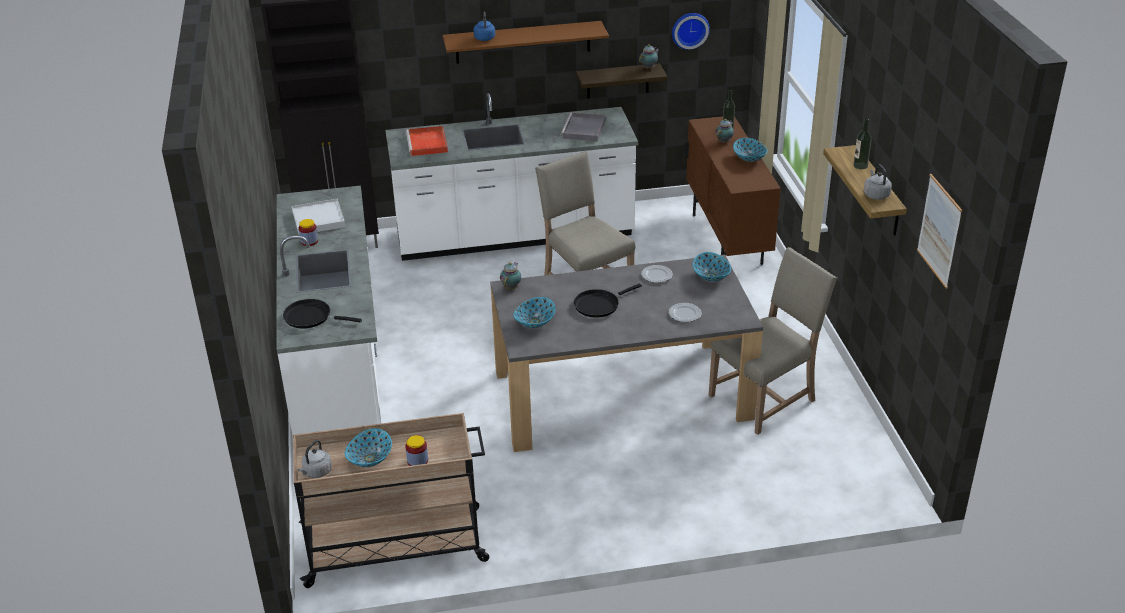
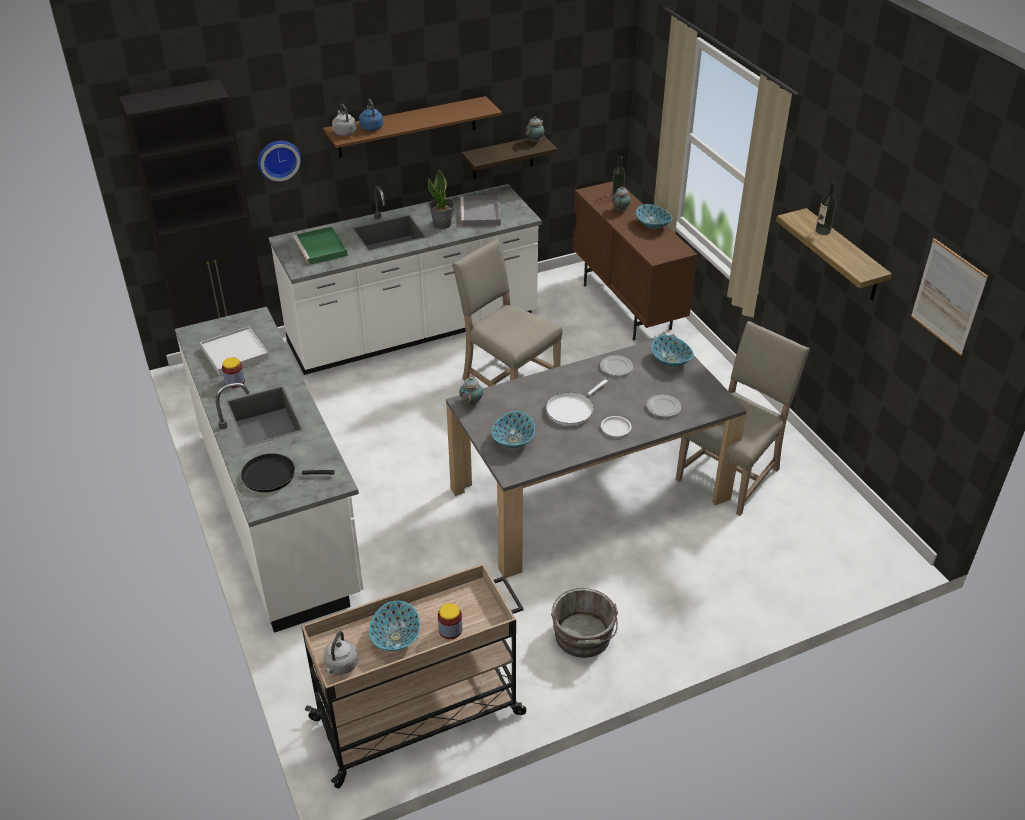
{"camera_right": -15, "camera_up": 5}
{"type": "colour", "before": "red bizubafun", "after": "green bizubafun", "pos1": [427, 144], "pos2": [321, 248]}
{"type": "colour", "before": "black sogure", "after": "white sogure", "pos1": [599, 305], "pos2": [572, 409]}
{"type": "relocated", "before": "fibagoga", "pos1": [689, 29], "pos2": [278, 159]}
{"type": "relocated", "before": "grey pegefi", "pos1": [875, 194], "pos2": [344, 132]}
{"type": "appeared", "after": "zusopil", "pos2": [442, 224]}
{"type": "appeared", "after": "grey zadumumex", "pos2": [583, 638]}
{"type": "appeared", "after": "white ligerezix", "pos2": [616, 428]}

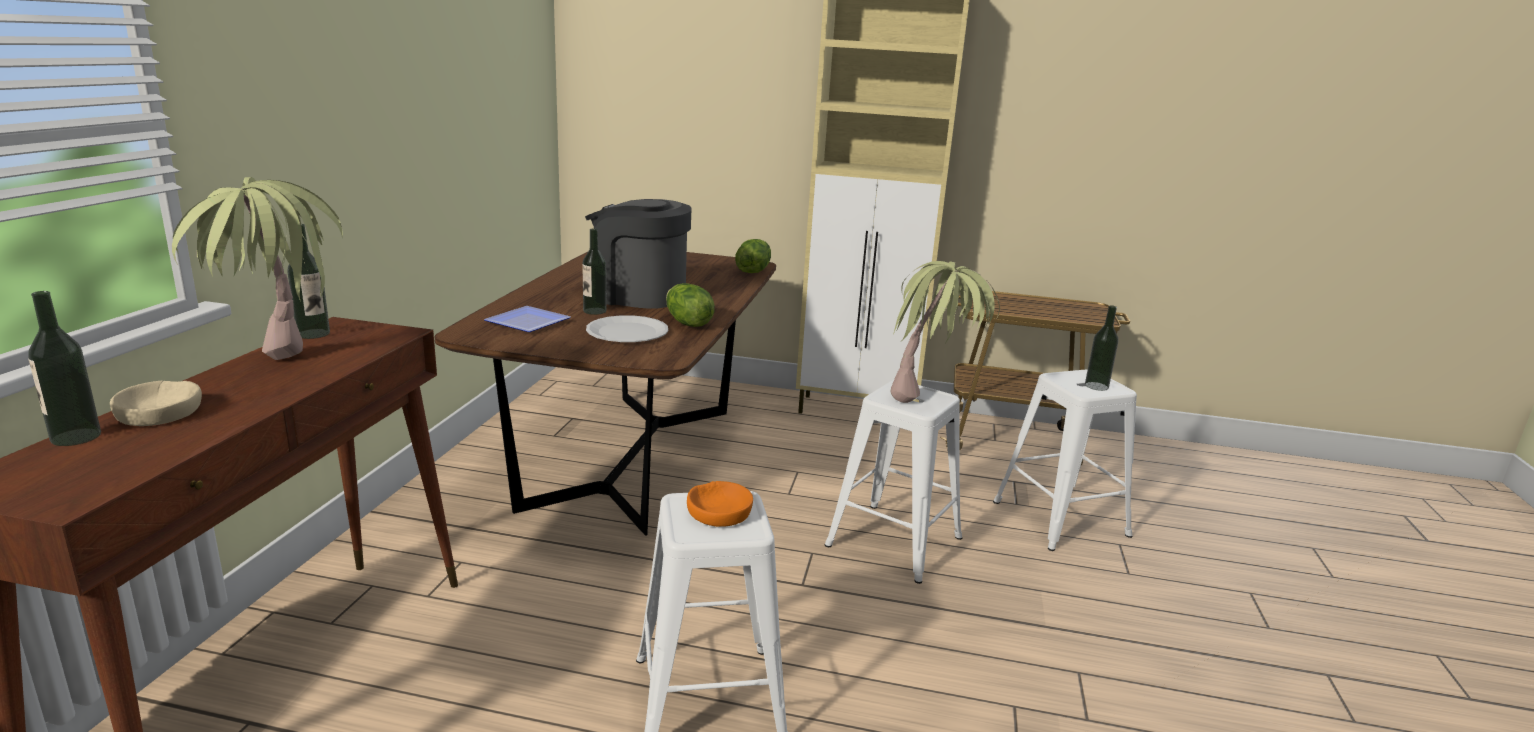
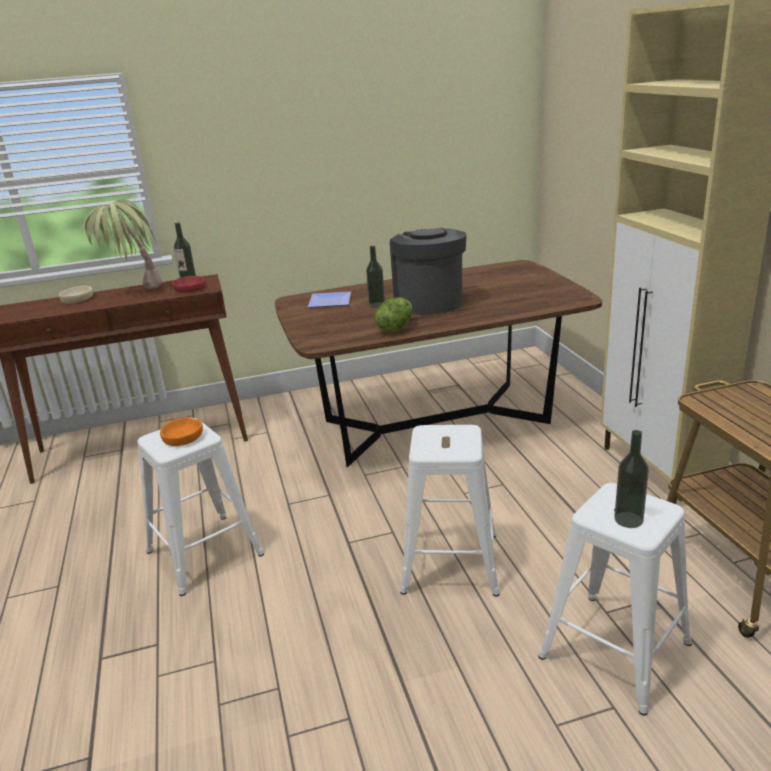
{"camera_right": 65, "camera_up": 5}
{"type": "missing", "before": "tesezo", "pos1": [76, 437]}
{"type": "missing", "before": "white ligerezix", "pos1": [627, 332]}
{"type": "missing", "before": "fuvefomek", "pos1": [753, 271]}
{"type": "missing", "before": "zusopil", "pos1": [932, 397]}
{"type": "appeared", "after": "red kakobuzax", "pos2": [189, 289]}

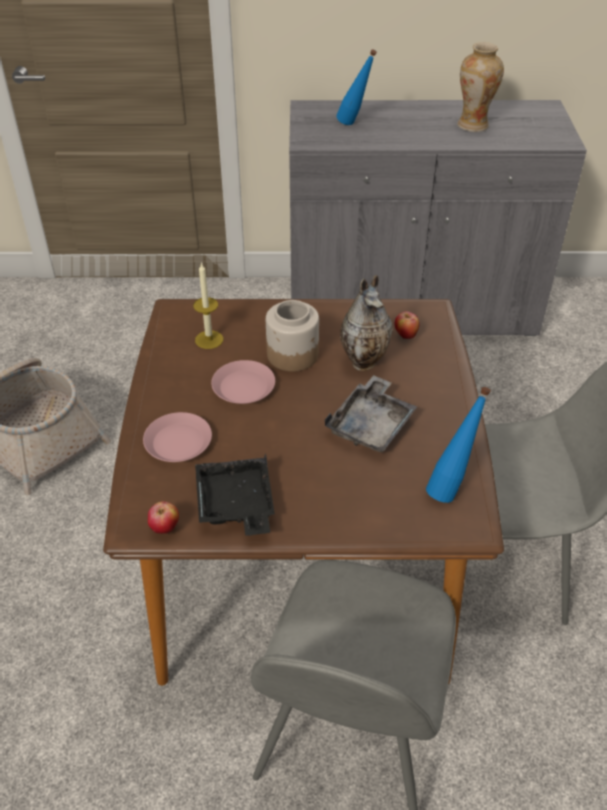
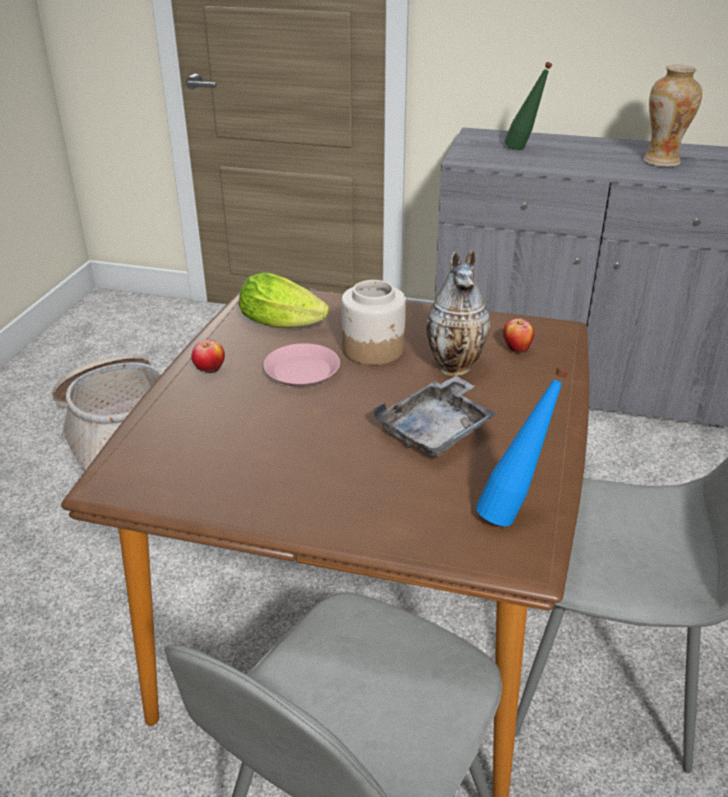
{"camera_right": 15, "camera_up": -10}
{"type": "missing", "before": "pink ligerezix", "pos1": [178, 442]}
{"type": "relocated", "before": "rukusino", "pos1": [165, 529], "pos2": [210, 371]}
{"type": "exchanged", "before": "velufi", "after": "fuvefomek", "pos1": [209, 339], "pos2": [285, 323]}
{"type": "missing", "before": "black bizubafun", "pos1": [236, 504]}
{"type": "colour", "before": "blue tesezo", "after": "green tesezo", "pos1": [354, 124], "pos2": [523, 150]}

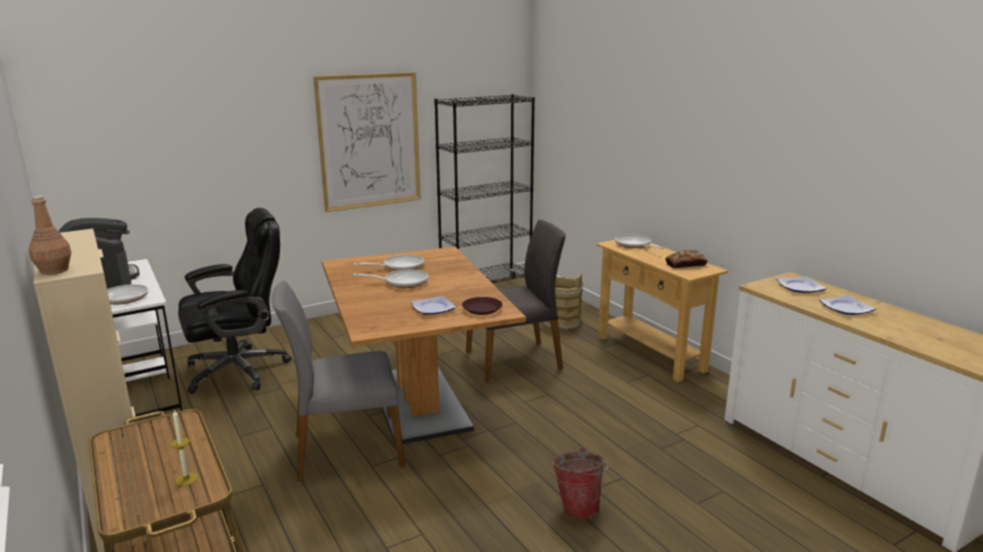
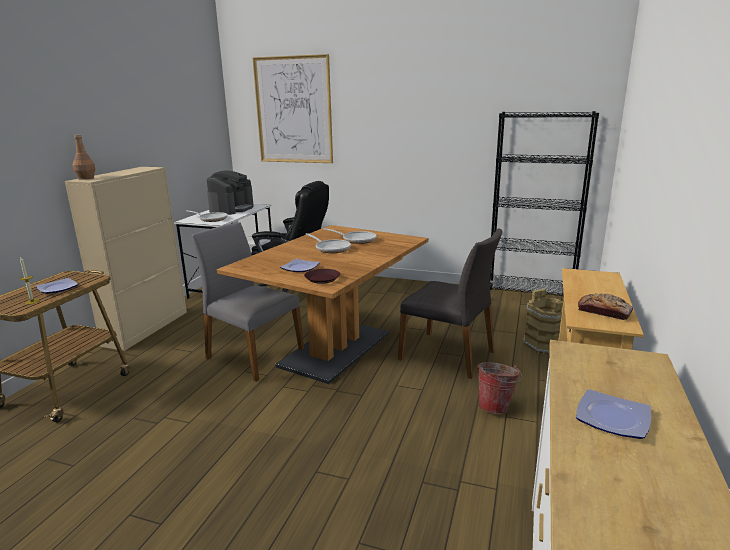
{"camera_right": 50, "camera_up": 0}
{"type": "relocated", "before": "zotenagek", "pos1": [369, 141], "pos2": [293, 110]}
{"type": "relocated", "before": "zadumumex", "pos1": [578, 507], "pos2": [496, 407]}
{"type": "missing", "before": "sogure", "pos1": [634, 245]}
{"type": "relocated", "before": "ligerezix", "pos1": [799, 288], "pos2": [57, 288]}

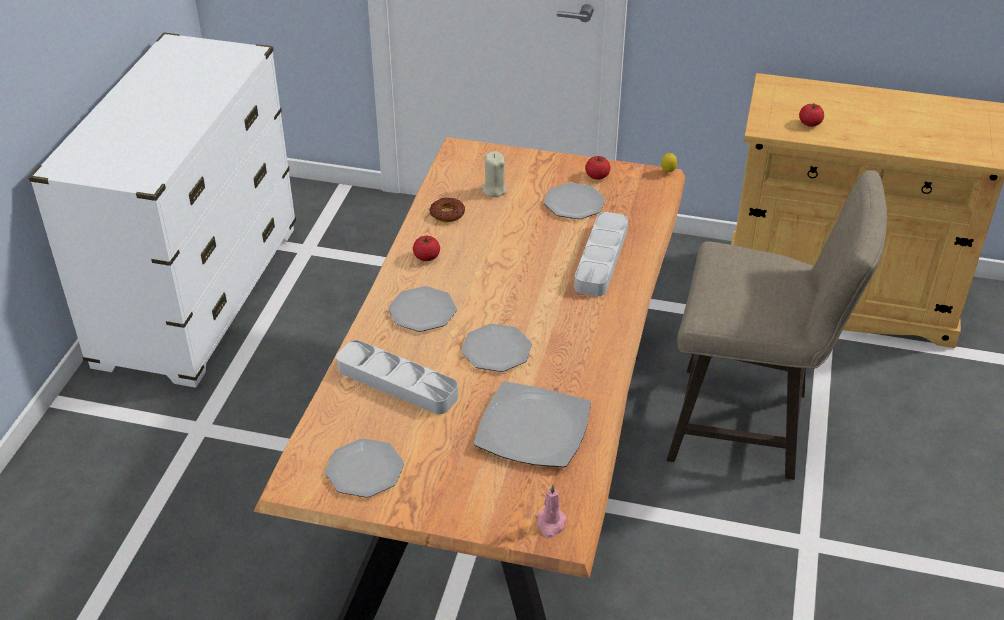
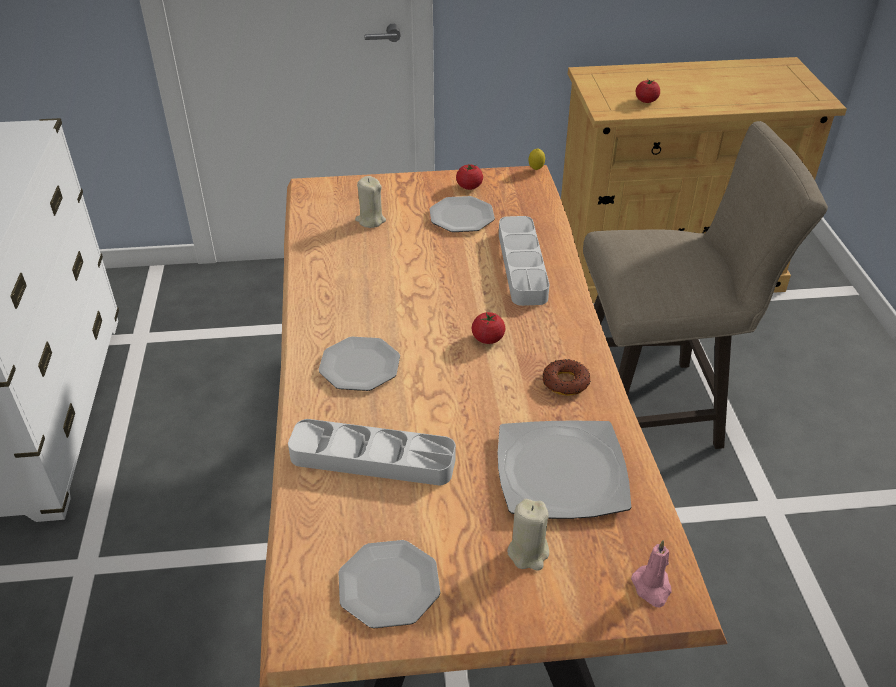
{"camera_right": -20, "camera_up": 0}
{"type": "relocated", "before": "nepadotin", "pos1": [426, 257], "pos2": [488, 338]}
{"type": "relocated", "before": "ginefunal", "pos1": [447, 214], "pos2": [565, 382]}
{"type": "missing", "before": "ligerezix", "pos1": [495, 350]}
{"type": "appeared", "after": "beige velufi", "pos2": [528, 552]}

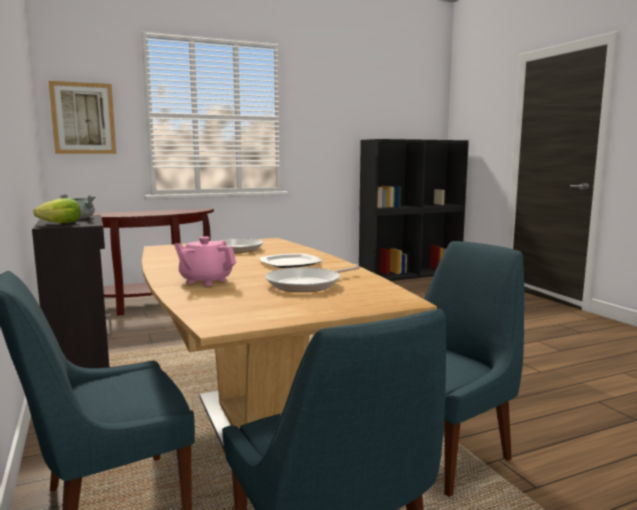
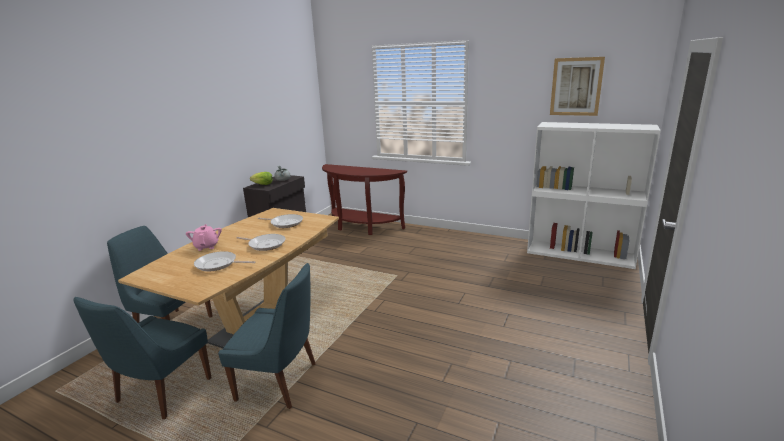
{"camera_right": 50, "camera_up": 10}
{"type": "relocated", "before": "zotenagek", "pos1": [83, 118], "pos2": [576, 86]}
{"type": "exchanged", "before": "ligerezix", "after": "sogure", "pos1": [289, 263], "pos2": [265, 244]}
{"type": "colour", "before": "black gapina", "after": "white gapina", "pos1": [410, 274], "pos2": [580, 254]}

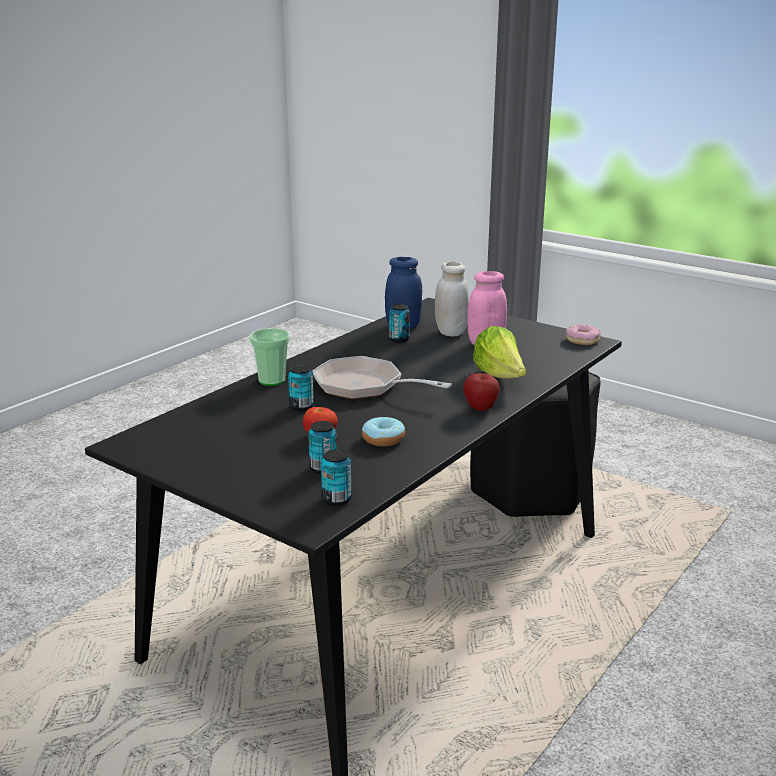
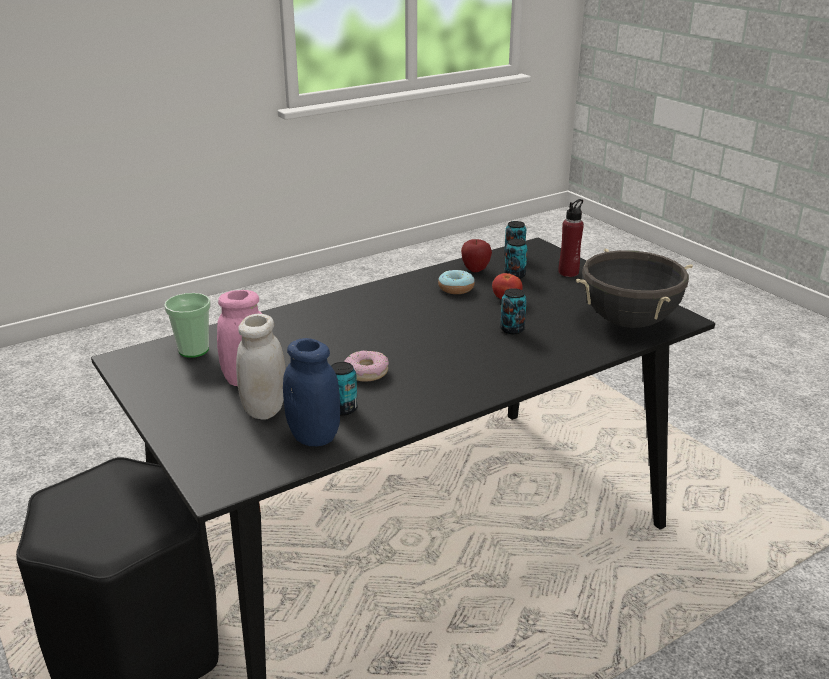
{"camera_right": -160, "camera_up": 5}
{"type": "relocated", "before": "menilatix", "pos1": [272, 380], "pos2": [193, 350]}
{"type": "missing", "before": "sogure", "pos1": [365, 386]}
{"type": "relocated", "before": "rukusino", "pos1": [480, 409], "pos2": [475, 270]}
{"type": "missing", "before": "fuvefomek", "pos1": [500, 377]}
{"type": "relocated", "before": "ginefunal", "pos1": [582, 340], "pos2": [366, 372]}
{"type": "appeared", "after": "red tesezo", "pos2": [568, 272]}
{"type": "appeared", "after": "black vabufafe", "pos2": [629, 322]}

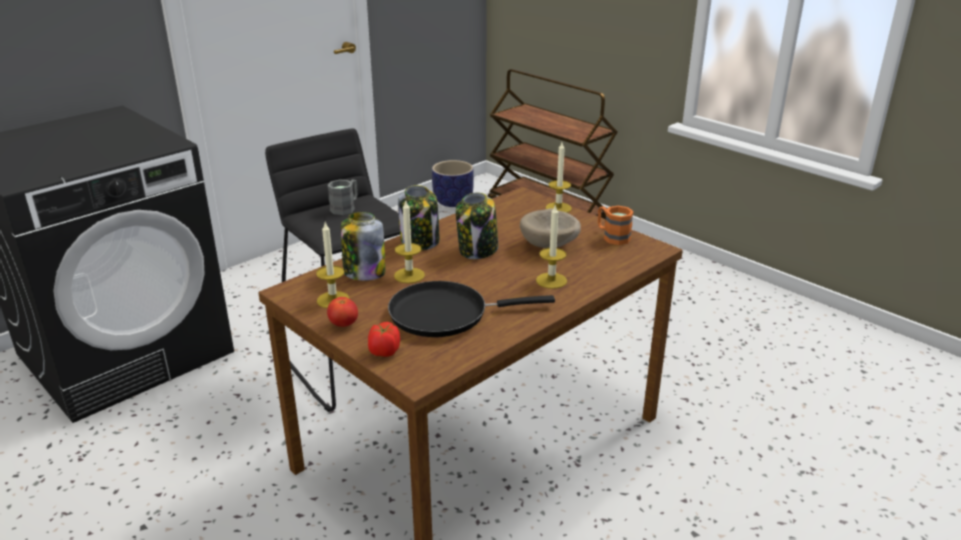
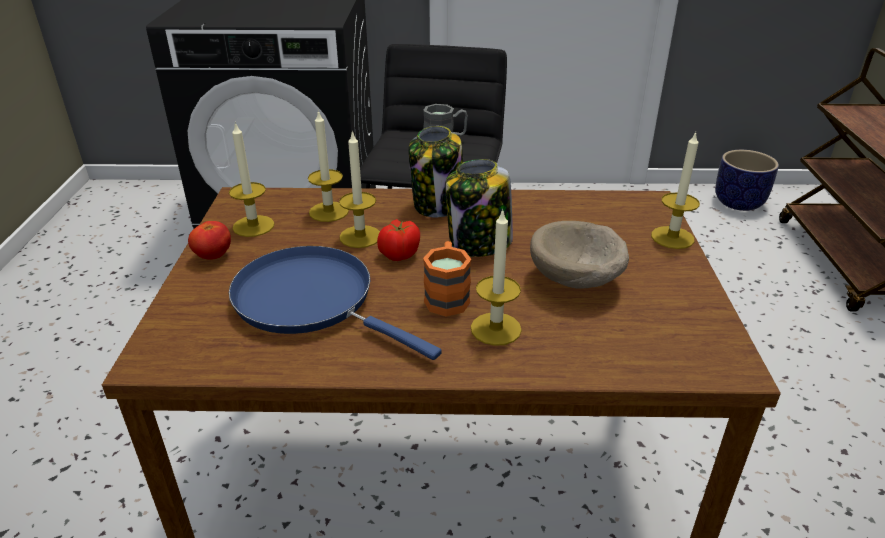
{"camera_right": 45, "camera_up": 5}
{"type": "exchanged", "before": "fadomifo", "after": "velufi", "pos1": [364, 272], "pos2": [329, 212]}
{"type": "relocated", "before": "nepadotin", "pos1": [384, 352], "pos2": [399, 255]}
{"type": "colour", "before": "black sogure", "after": "blue sogure", "pos1": [445, 314], "pos2": [311, 301]}
{"type": "relocated", "before": "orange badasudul", "pos1": [612, 236], "pos2": [447, 295]}

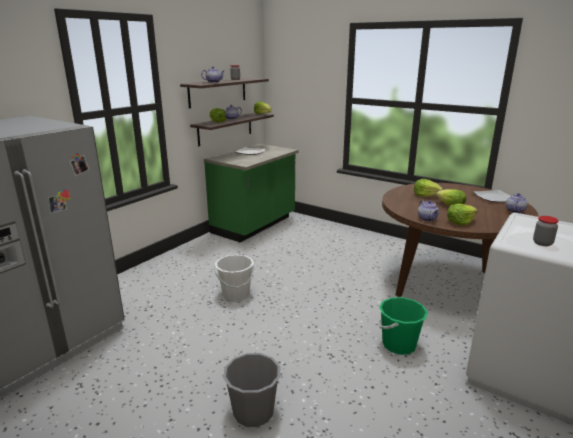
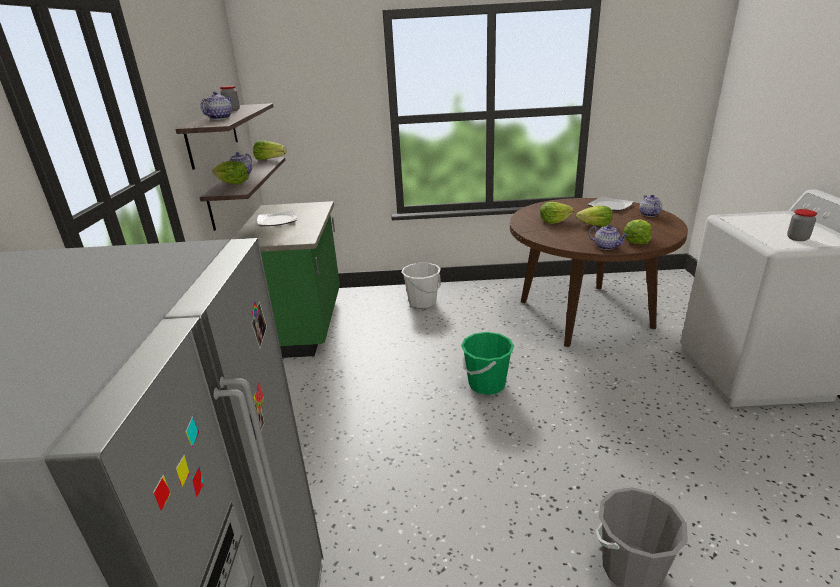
{"camera_right": -35, "camera_up": 5}
{"type": "relocated", "before": "white zadumumex", "pos1": [235, 294], "pos2": [422, 302]}
{"type": "relocated", "before": "green zadumumex", "pos1": [399, 344], "pos2": [486, 384]}

